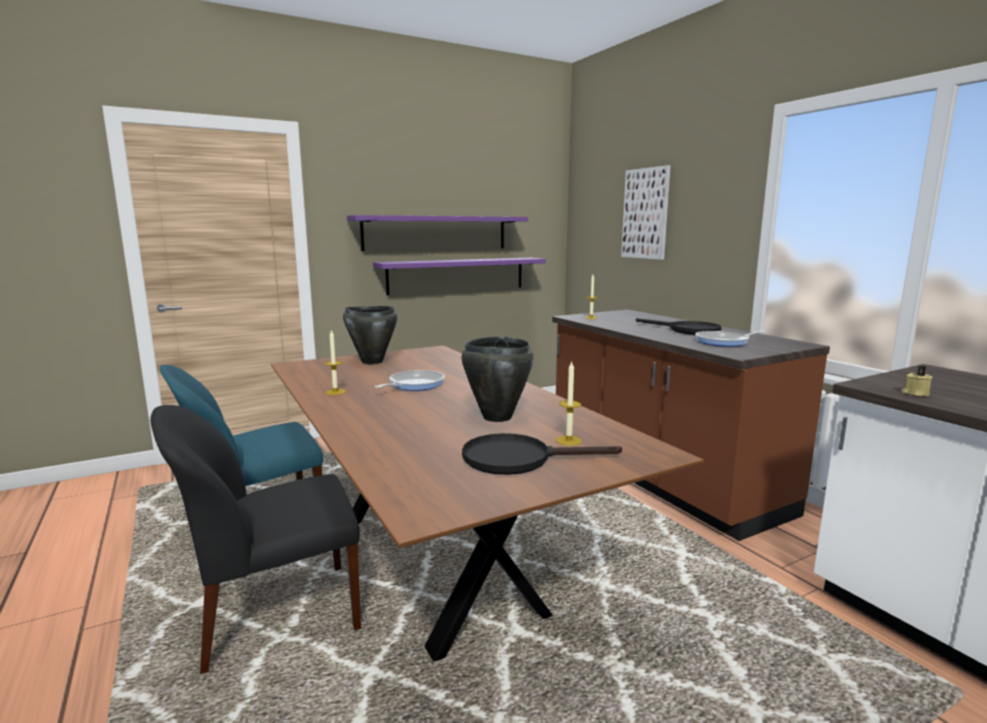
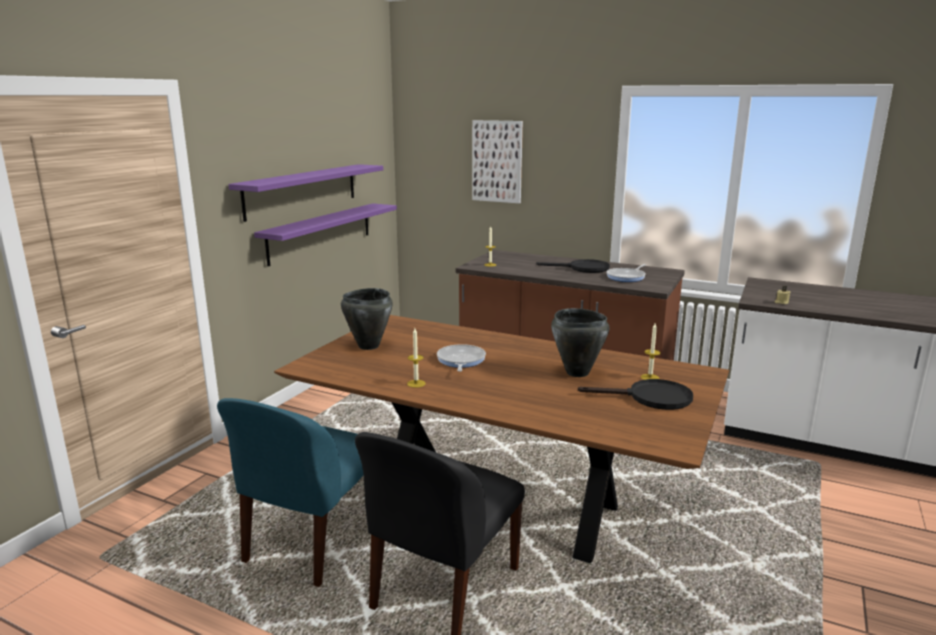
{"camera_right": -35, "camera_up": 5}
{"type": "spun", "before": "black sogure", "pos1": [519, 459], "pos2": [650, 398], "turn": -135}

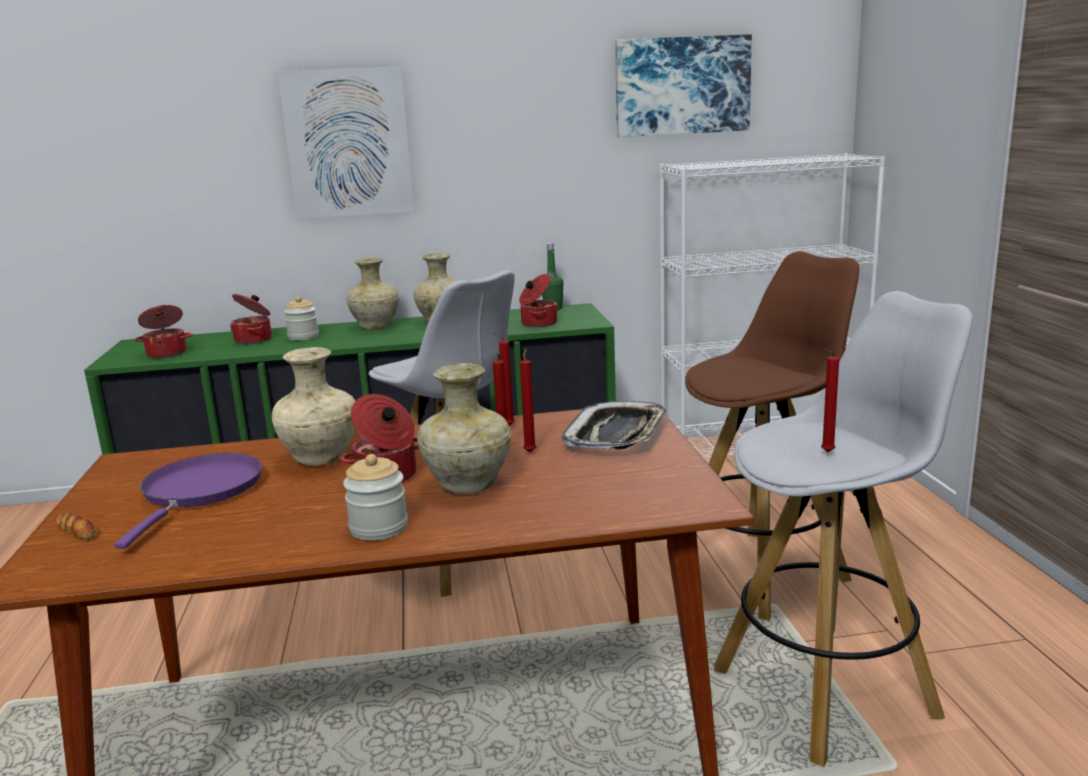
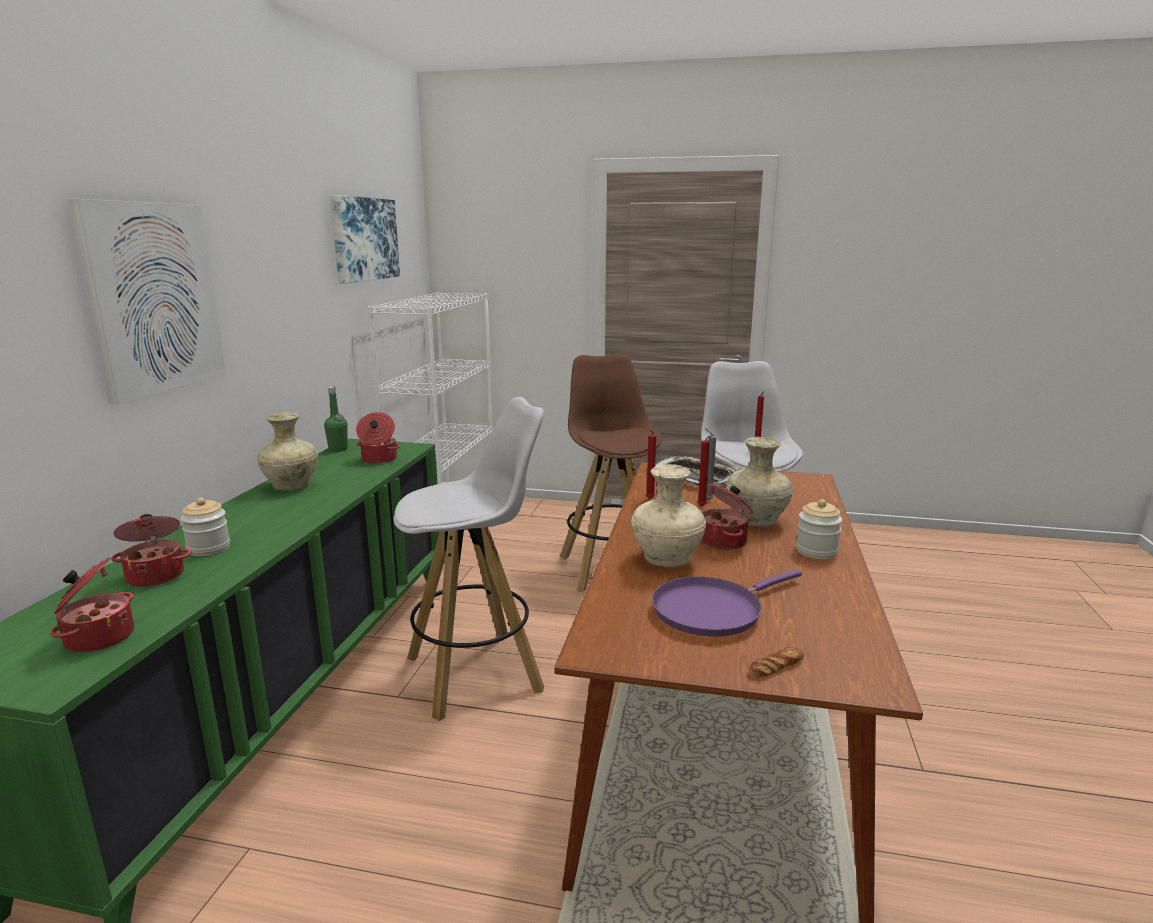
{"camera_right": -70, "camera_up": 0}
{"type": "spun", "before": "purple sogure", "pos1": [199, 492], "pos2": [712, 610], "turn": -60}
{"type": "missing", "before": "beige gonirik", "pos1": [375, 327]}
{"type": "colour", "before": "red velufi", "after": "grey velufi", "pos1": [530, 451], "pos2": [707, 500]}

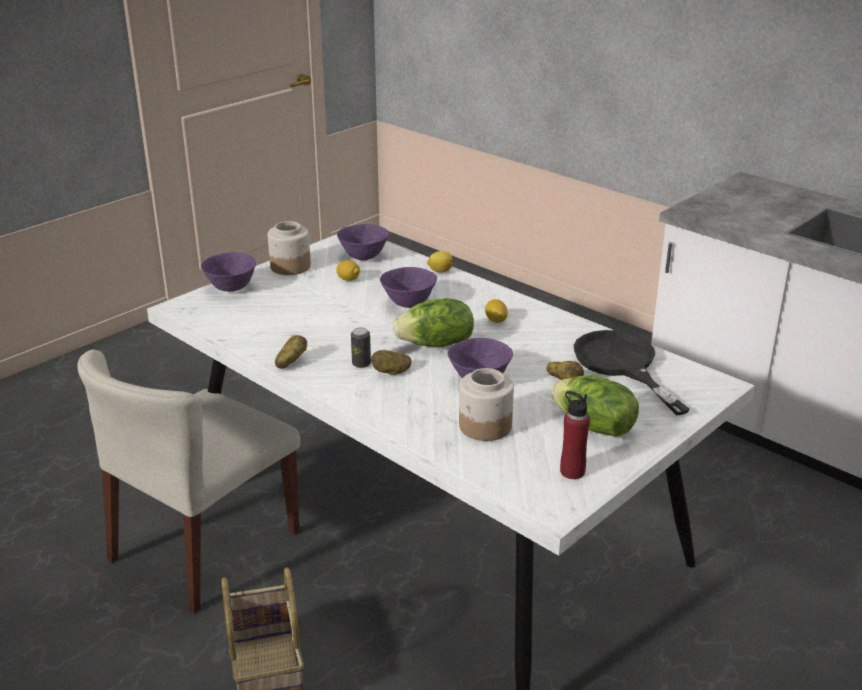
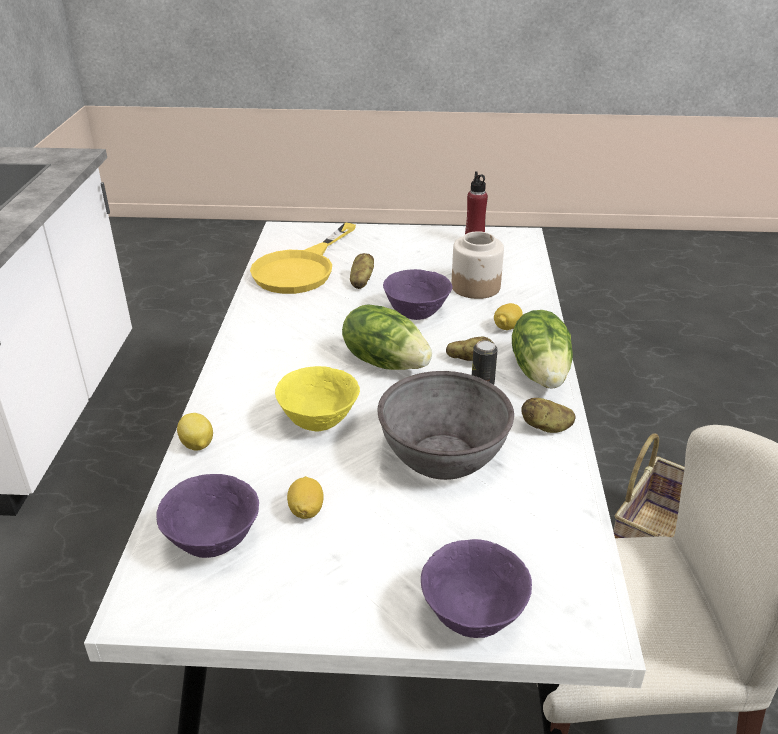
{"camera_right": -130, "camera_up": 5}
{"type": "missing", "before": "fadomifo", "pos1": [290, 267]}
{"type": "colour", "before": "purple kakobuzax", "after": "yellow kakobuzax", "pos1": [408, 303], "pos2": [319, 422]}
{"type": "relocated", "before": "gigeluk", "pos1": [496, 320], "pos2": [507, 327]}
{"type": "relocated", "before": "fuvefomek", "pos1": [593, 427], "pos2": [541, 372]}
{"type": "colour", "before": "black sogure", "after": "yellow sogure", "pos1": [622, 365], "pos2": [301, 268]}
{"type": "appeared", "after": "grey kakobuzax", "pos2": [443, 456]}

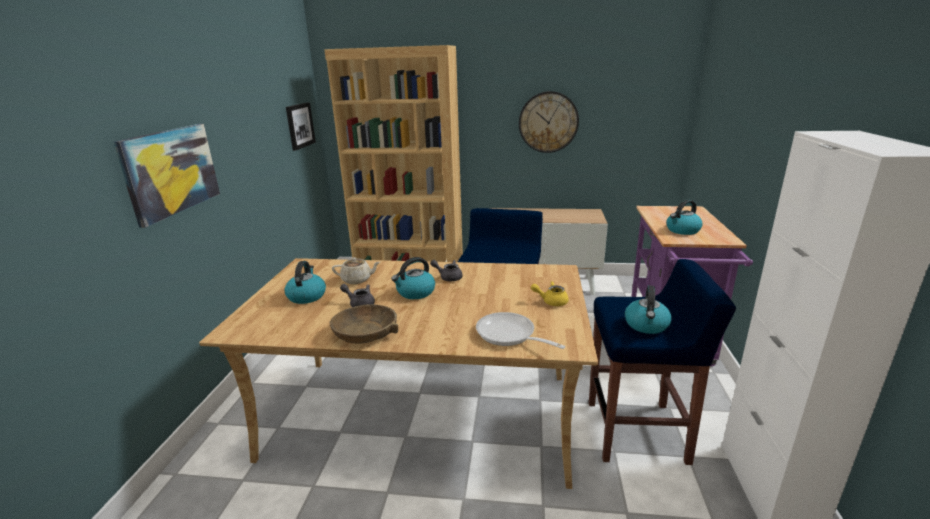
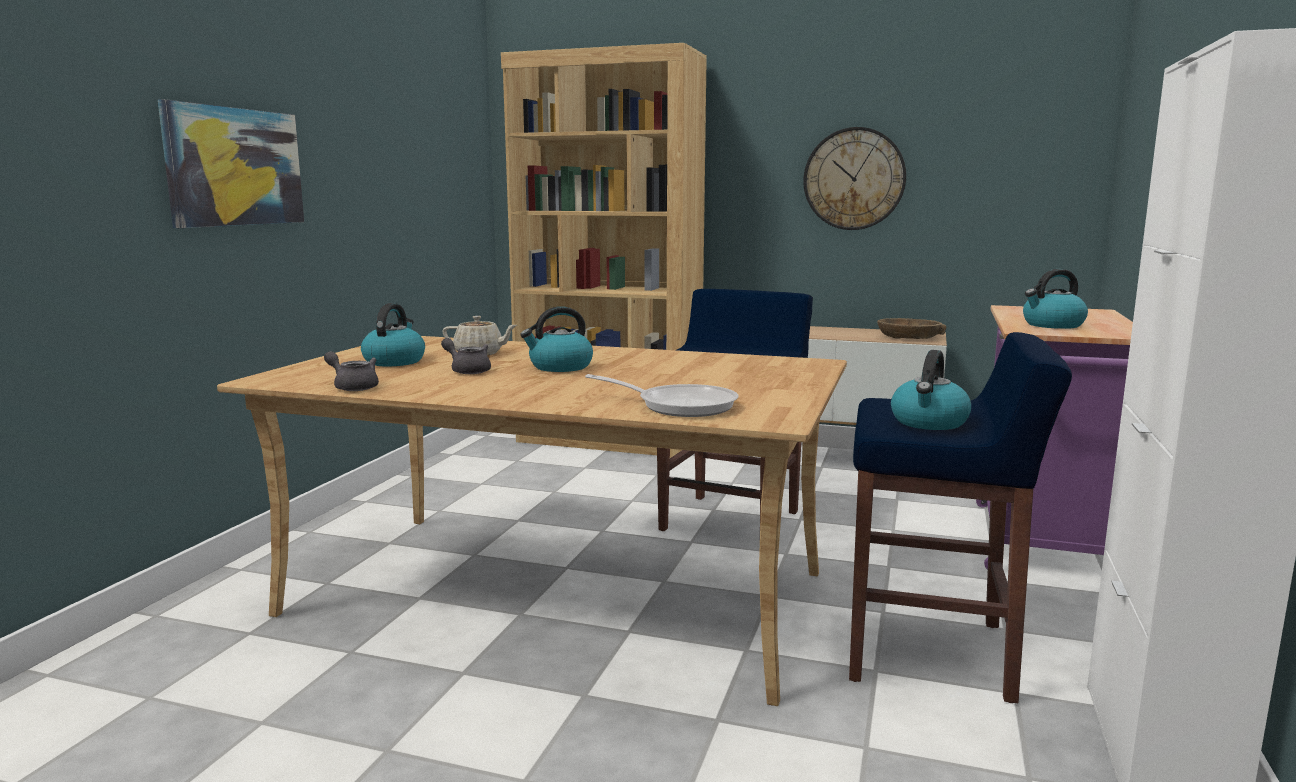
{"camera_right": 10, "camera_up": -10}
{"type": "missing", "before": "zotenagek", "pos1": [299, 125]}
{"type": "relocated", "before": "brown kakobuzax", "pos1": [366, 332], "pos2": [909, 337]}
{"type": "relocated", "before": "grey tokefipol", "pos1": [448, 277], "pos2": [353, 387]}
{"type": "spun", "before": "sogure", "pos1": [509, 335], "pos2": [679, 405], "turn": 150}
{"type": "missing", "before": "yellow tokefipol", "pos1": [551, 301]}

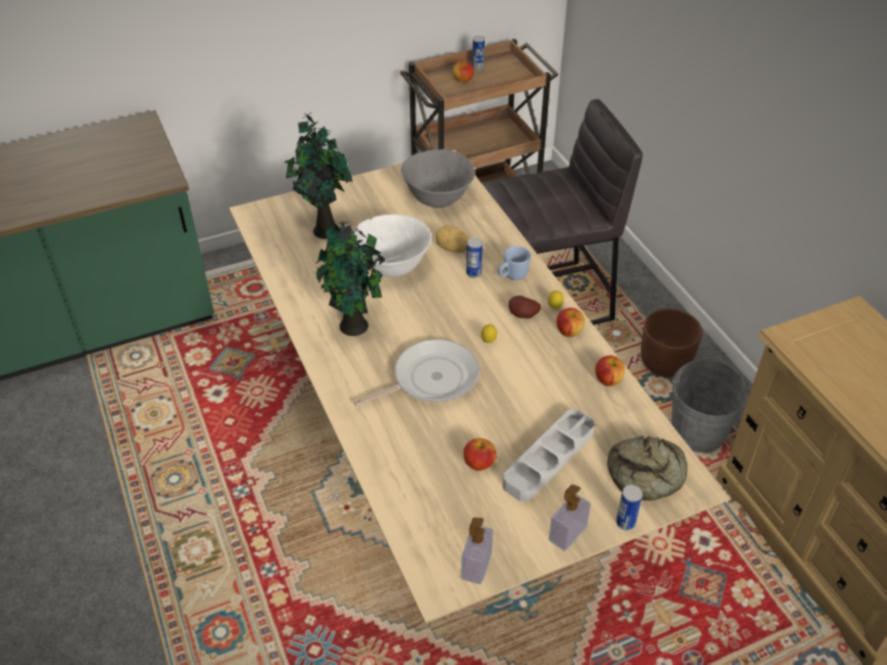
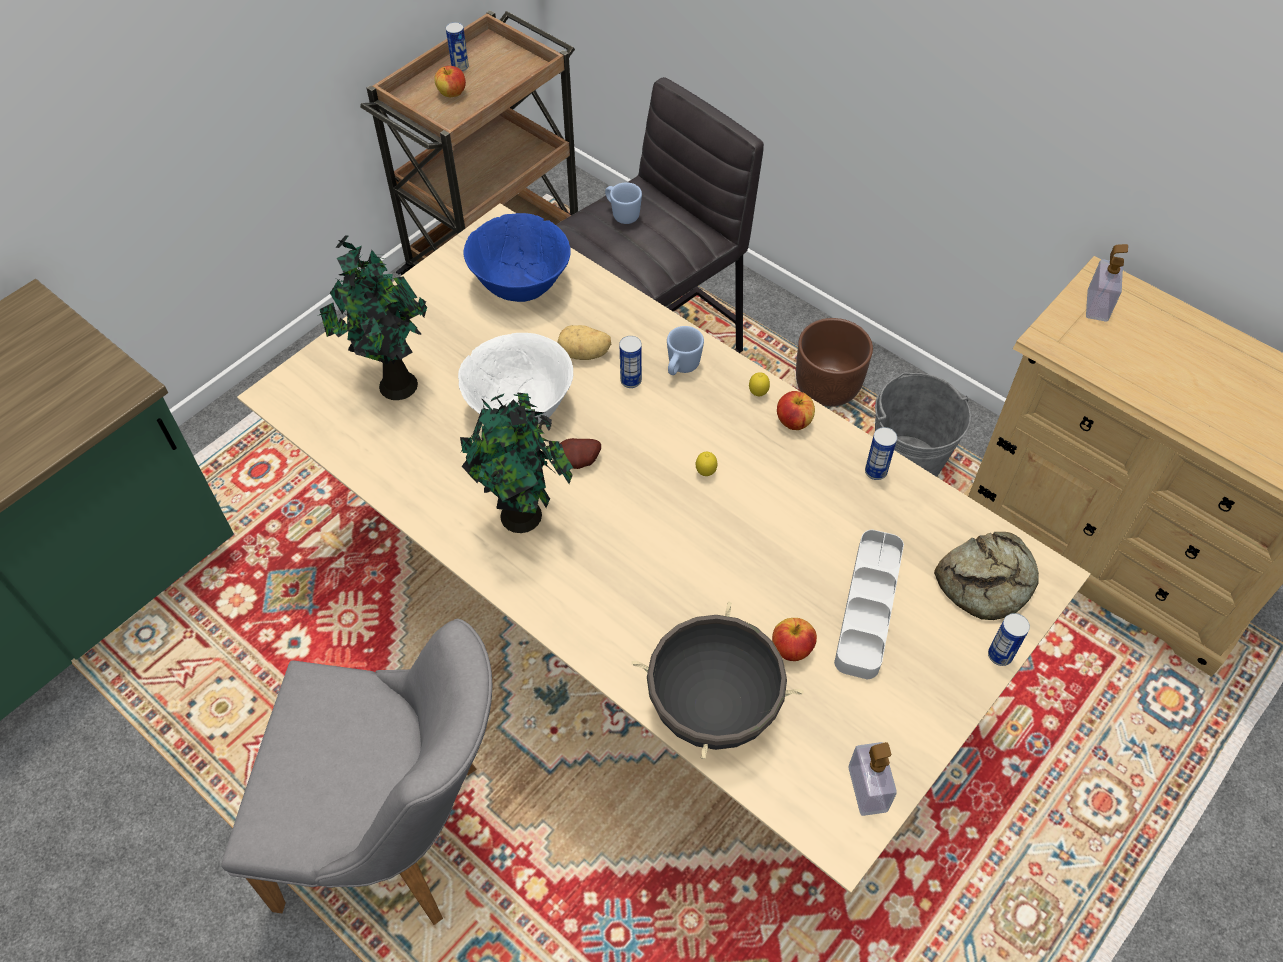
{"camera_right": -25, "camera_up": 10}
{"type": "missing", "before": "sogure", "pos1": [430, 379]}
{"type": "colour", "before": "grey kakobuzax", "after": "blue kakobuzax", "pos1": [437, 198], "pos2": [520, 285]}
{"type": "relocated", "before": "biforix", "pos1": [523, 316], "pos2": [580, 463]}
{"type": "relocated", "before": "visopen", "pos1": [567, 533], "pos2": [1097, 305]}
{"type": "exchanged", "before": "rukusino", "after": "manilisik", "pos1": [608, 380], "pos2": [875, 471]}
{"type": "appeared", "after": "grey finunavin", "pos2": [401, 834]}
{"type": "appeared", "after": "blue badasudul", "pos2": [622, 214]}
{"type": "appeared", "after": "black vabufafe", "pos2": [713, 708]}

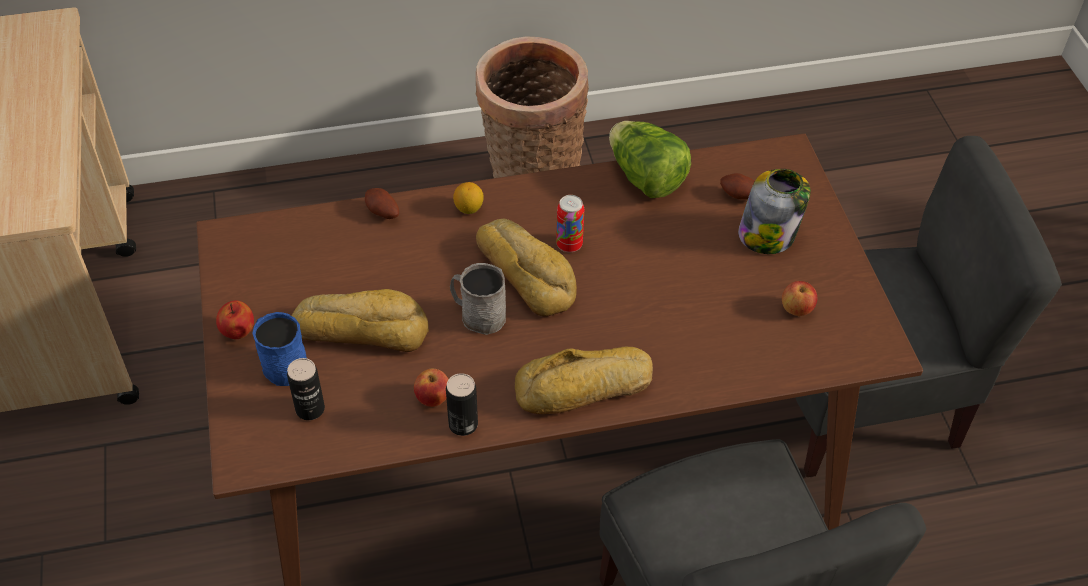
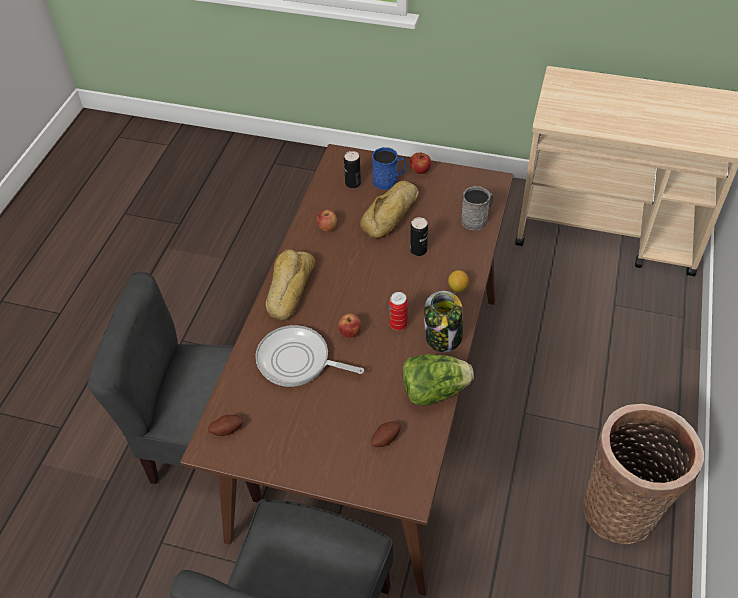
{"camera_right": 120, "camera_up": 0}
{"type": "relocated", "before": "biforix", "pos1": [382, 213], "pos2": [227, 429]}
{"type": "relocated", "before": "manilisik", "pos1": [463, 424], "pos2": [418, 250]}
{"type": "relocated", "before": "grey badasudul", "pos1": [478, 315], "pos2": [477, 219]}
{"type": "missing", "before": "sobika", "pos1": [526, 272]}
{"type": "relocated", "before": "fadomifo", "pos1": [768, 235], "pos2": [443, 337]}
{"type": "relocated", "before": "rukusino", "pos1": [796, 309], "pos2": [350, 332]}
{"type": "appeared", "after": "sogure", "pos2": [297, 361]}

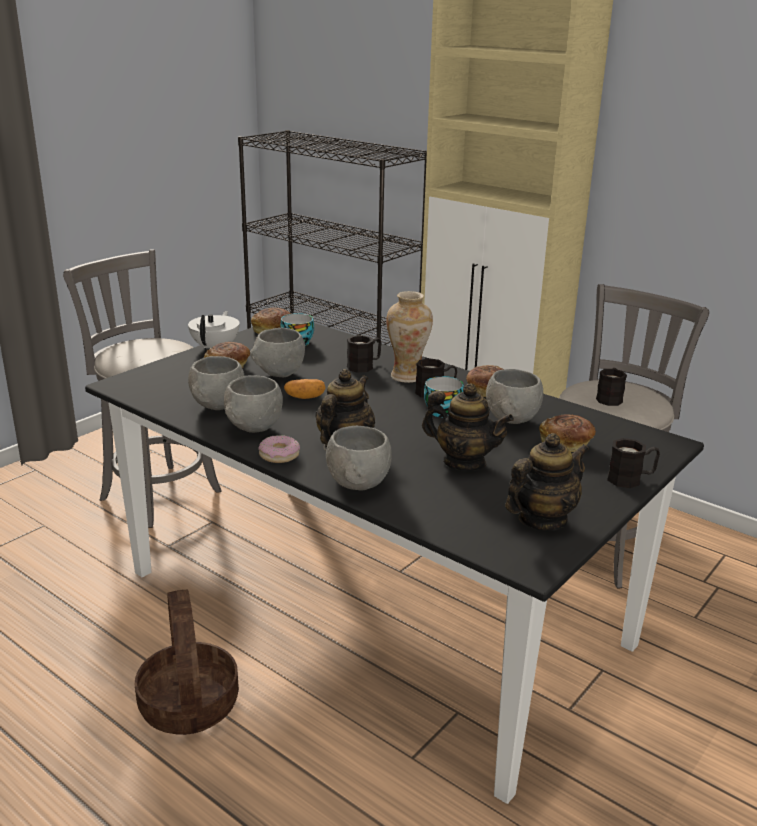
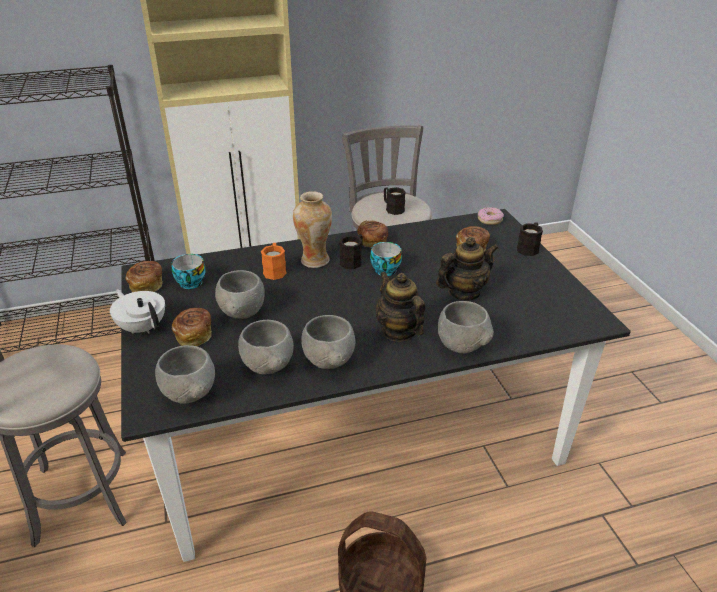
{"camera_right": -55, "camera_up": 10}
{"type": "relocated", "before": "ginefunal", "pos1": [279, 455], "pos2": [489, 220]}
{"type": "missing", "before": "biforix", "pos1": [305, 397]}
{"type": "colour", "before": "black badasudul", "after": "orange badasudul", "pos1": [364, 366], "pos2": [275, 270]}
{"type": "relocated", "before": "grey kakobuzax", "pos1": [511, 421], "pos2": [190, 396]}
{"type": "missing", "before": "tokefipol", "pos1": [542, 520]}

